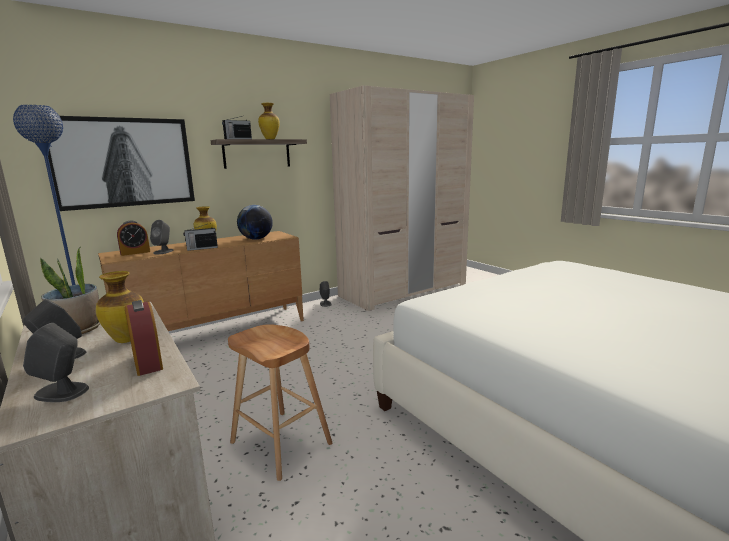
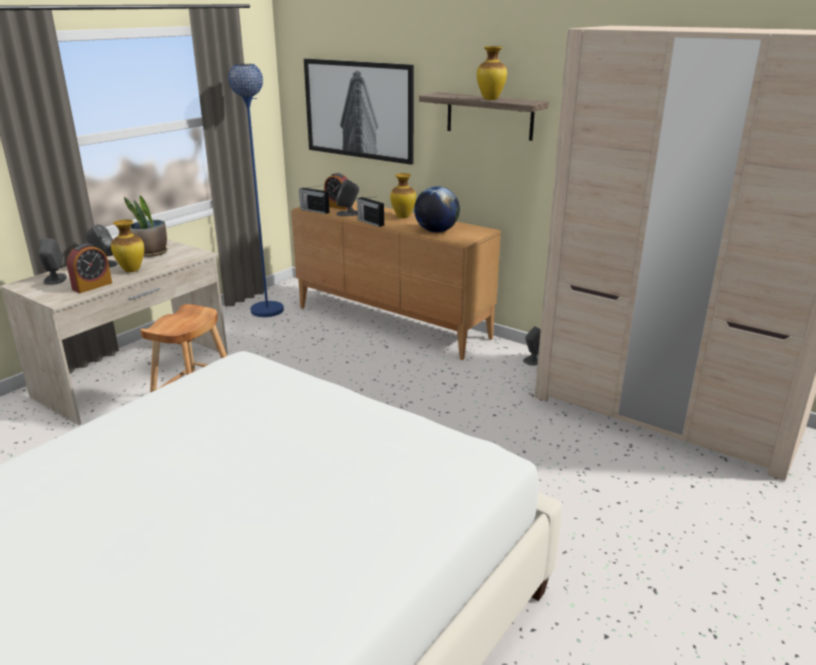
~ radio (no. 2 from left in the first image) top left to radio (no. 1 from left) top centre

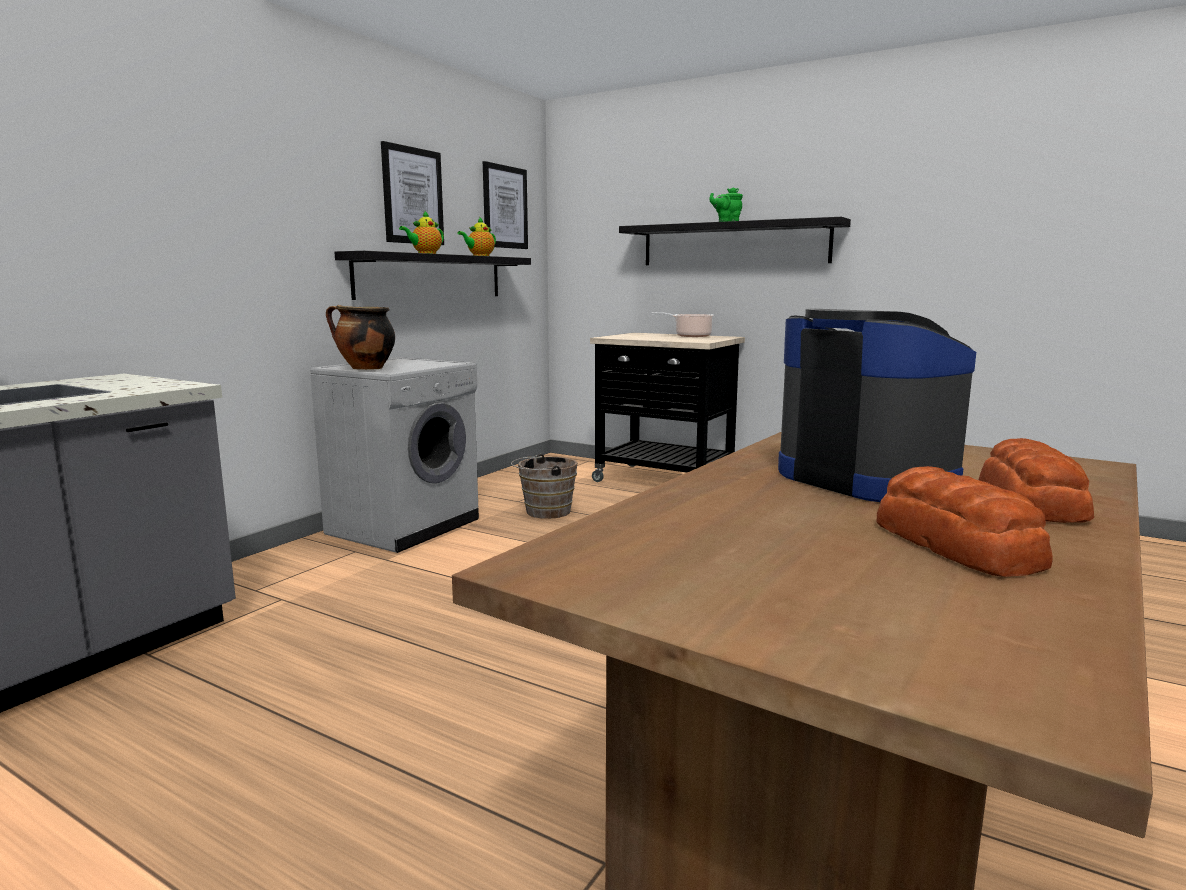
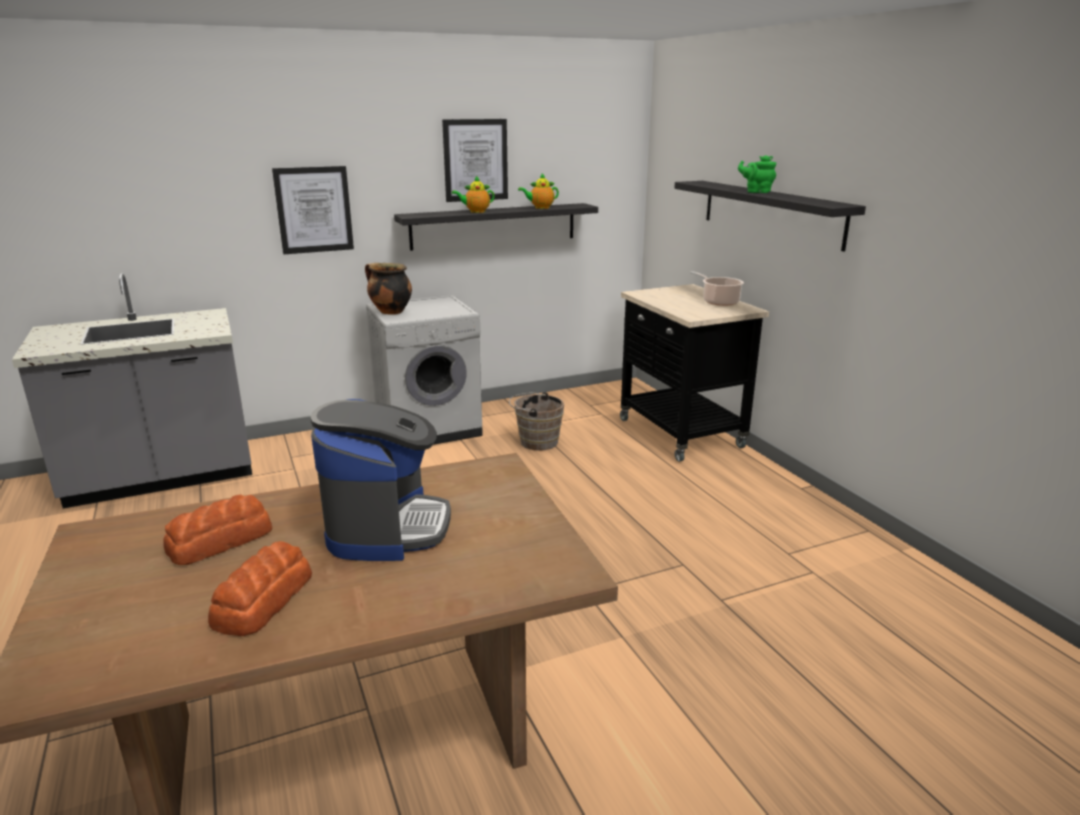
~ baked bread (no. 2 from left in the first image) middle right to baked bread (no. 1 from left) middle left
~ picture (no. 2 from left in the first image) top centre to picture (no. 1 from left) top left

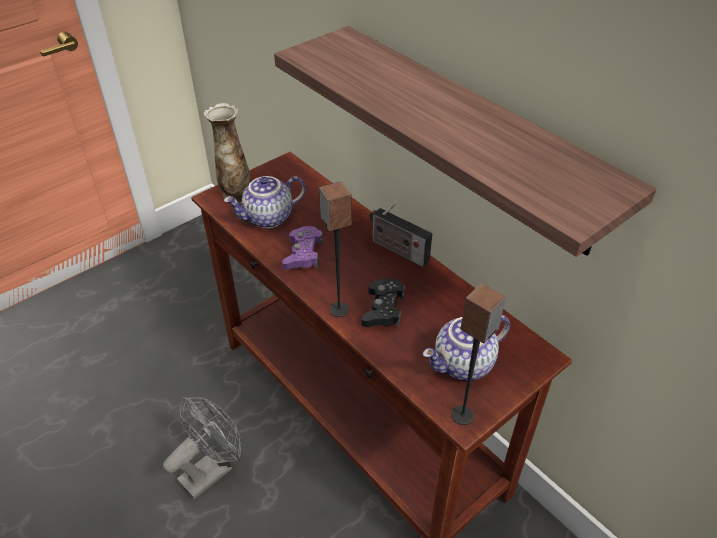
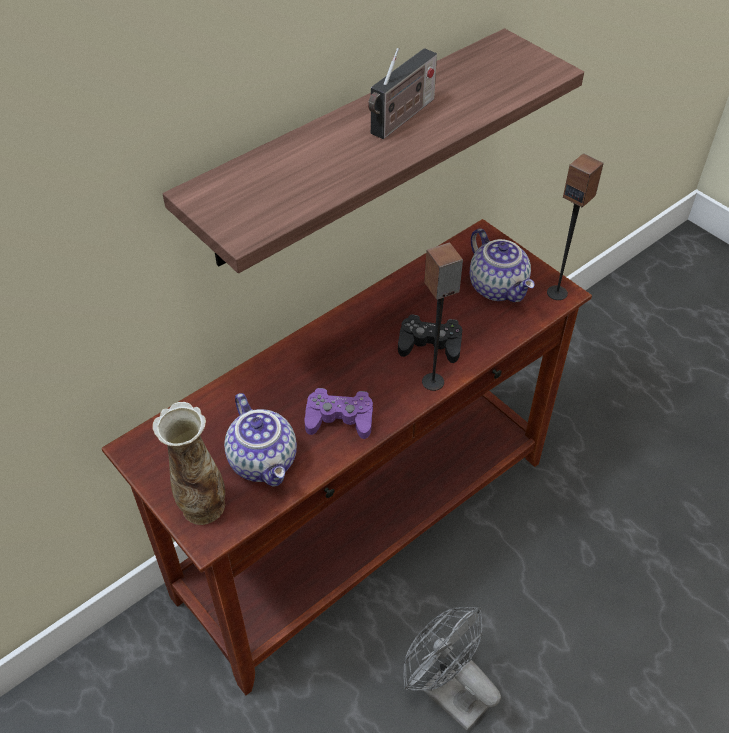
~ radio centre to top centre

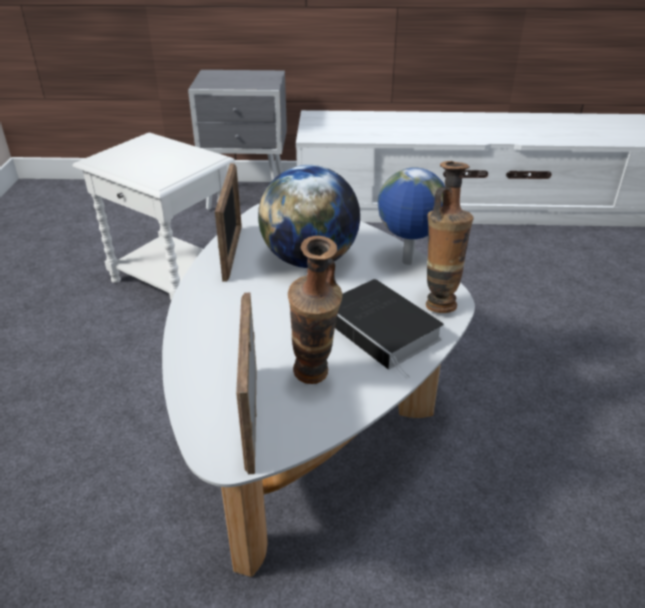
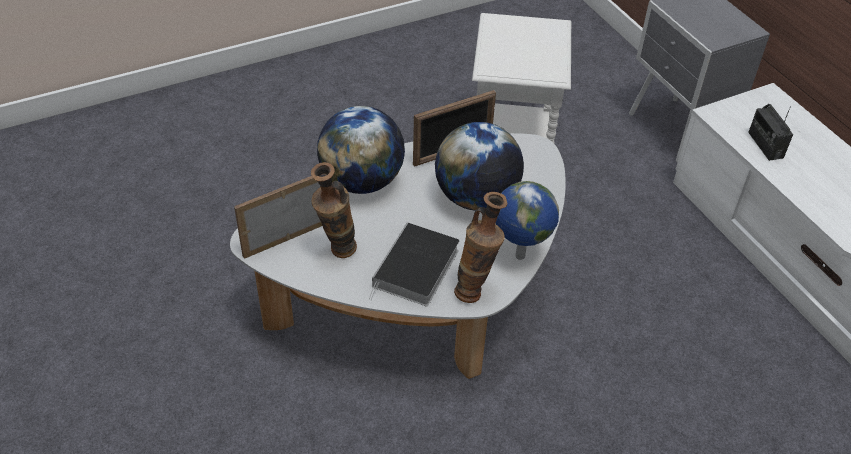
+ world globe (no. 1 from left) top centre
+ radio top right

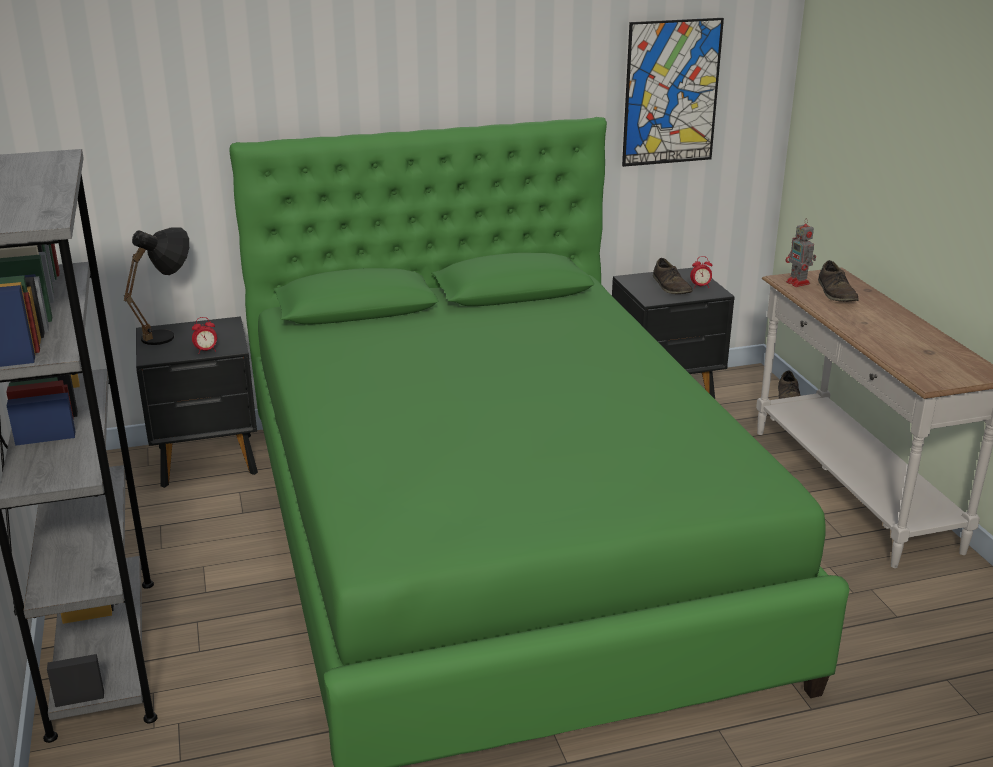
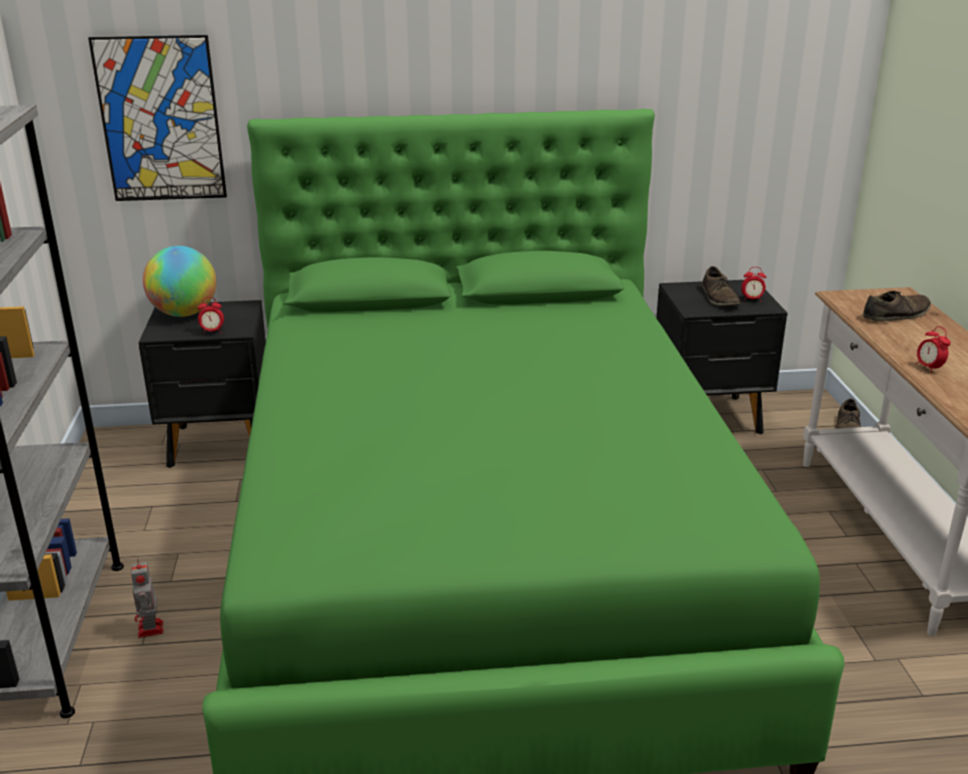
~ picture top right to top left
~ robot figure top right to bottom left
~ blackish lamp for a table middle left to world globe middle left
~ brown shoe (no. 3 from left) middle right = middle right 120 degrees counterclockwise
+ bedside clock (no. 3 from left) middle right

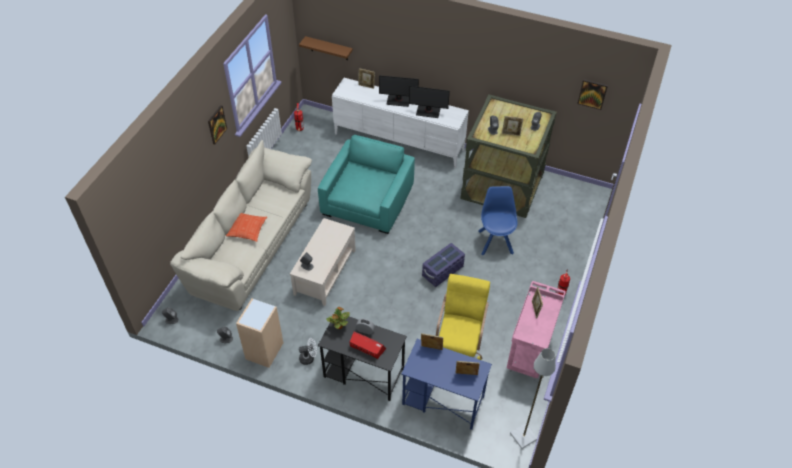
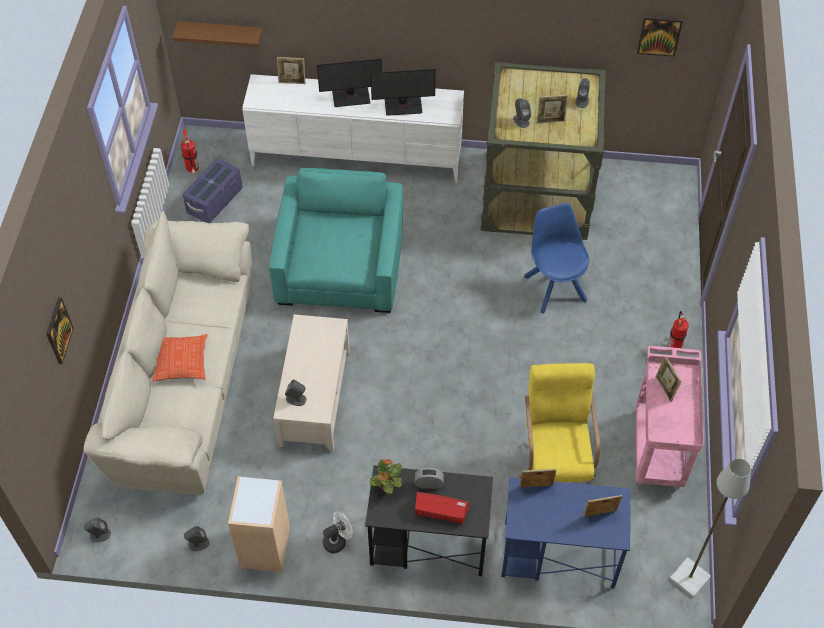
~ picture (no. 1 from left) top left to middle left
~ purple-coloured storage bin centre to top left

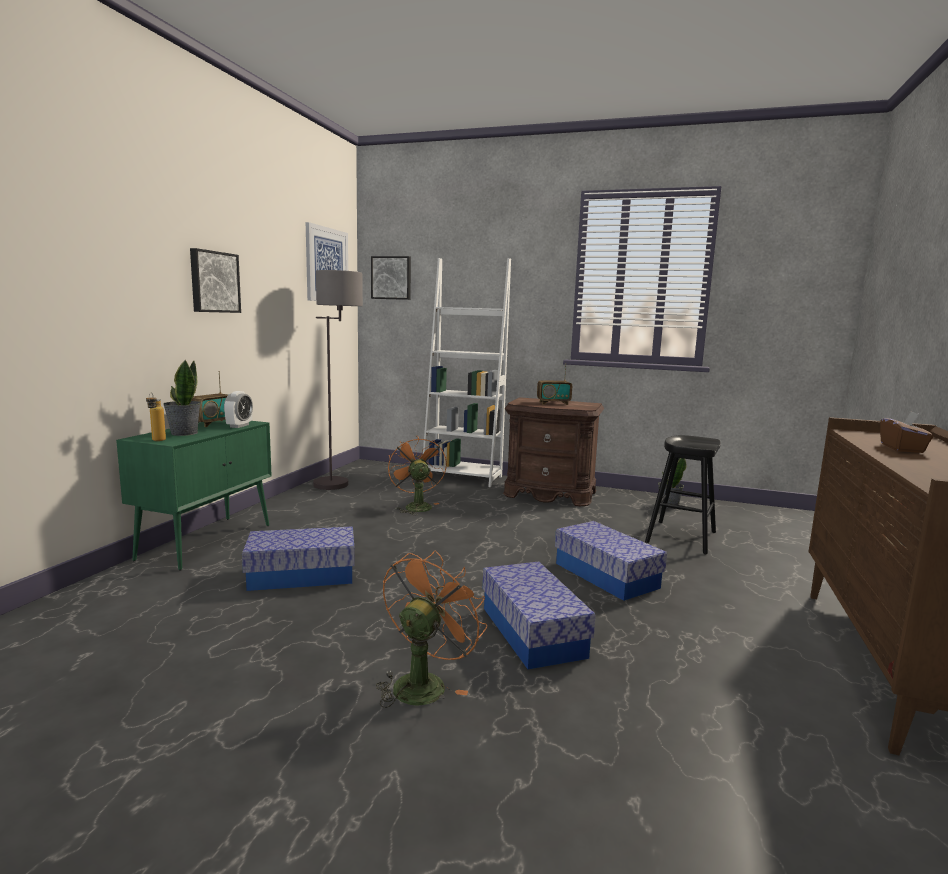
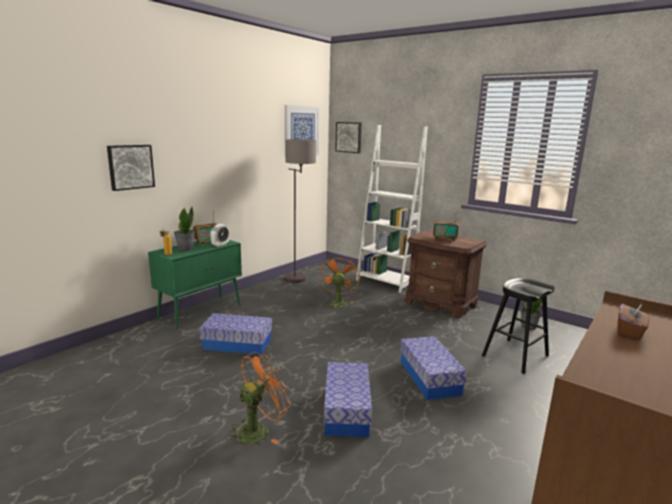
~ picture (no. 1 from left) top left to middle left

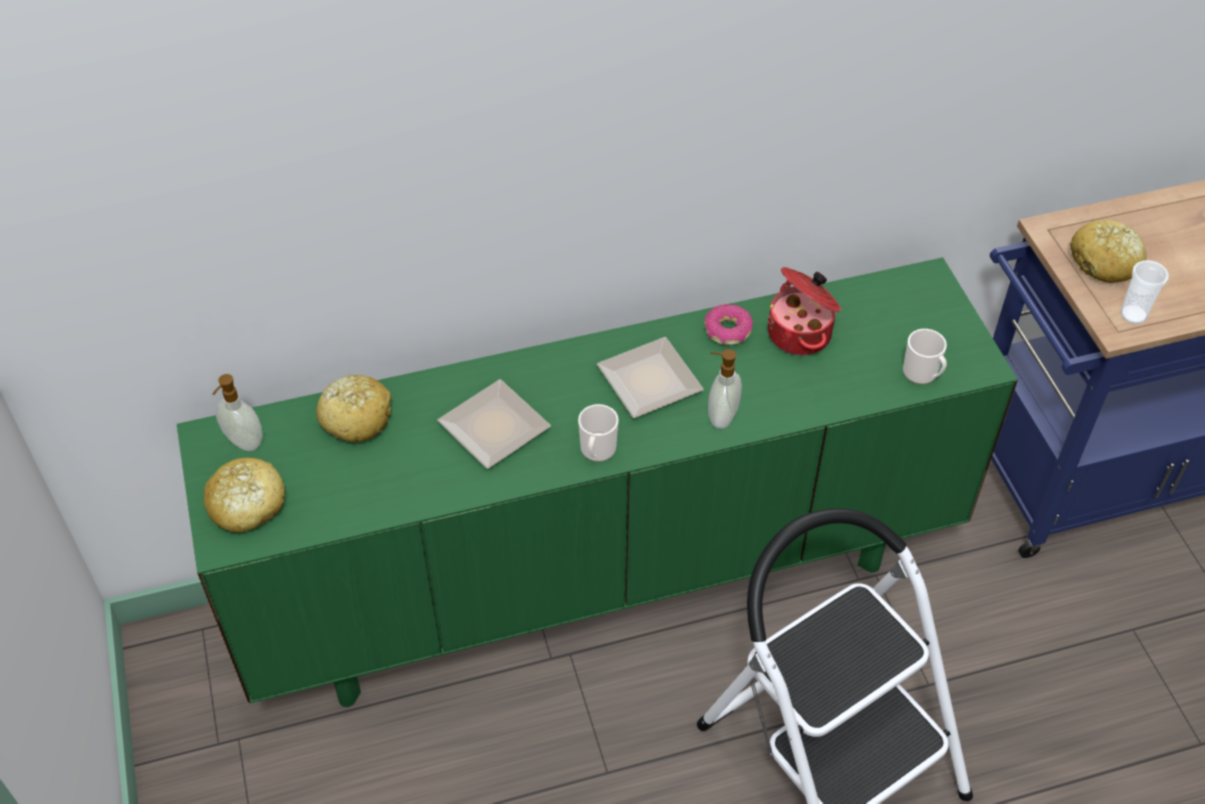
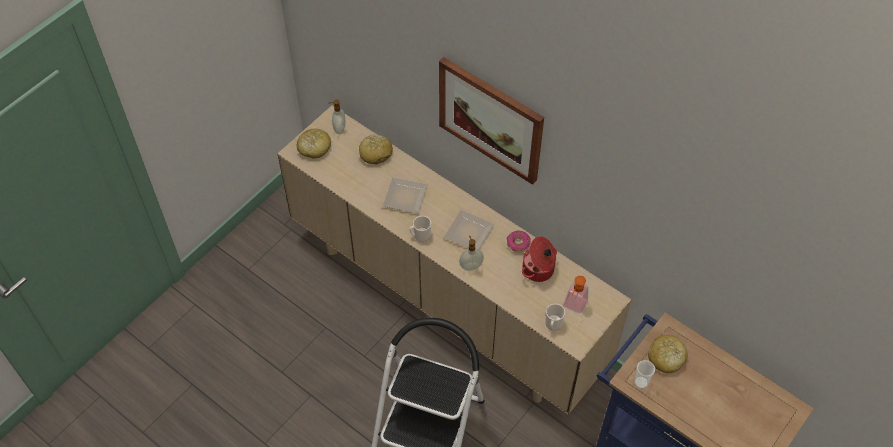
~ green cupboard centre to beige cupboard centre
+ picture top centre
+ soap dispenser (no. 3 from left) centre

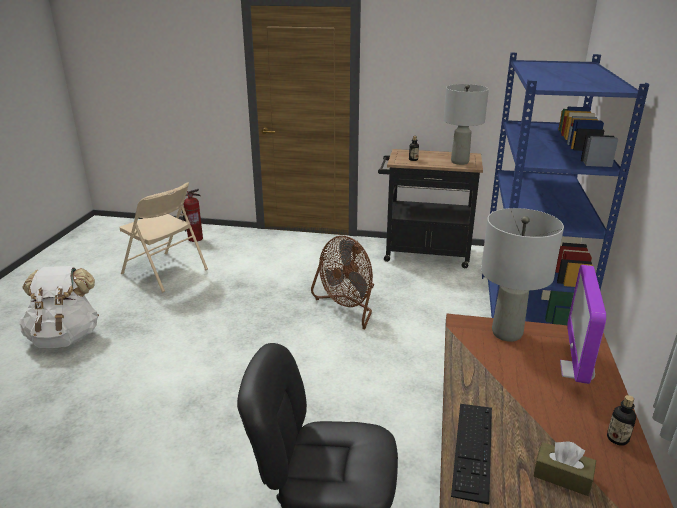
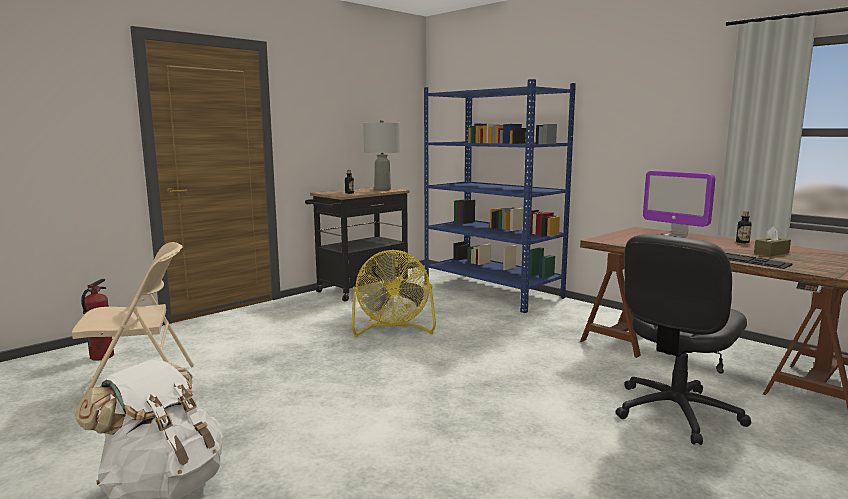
~ brown electric fan centre to yellowish electric fan centre
- grey lamp for a table (no. 2 from left) middle right

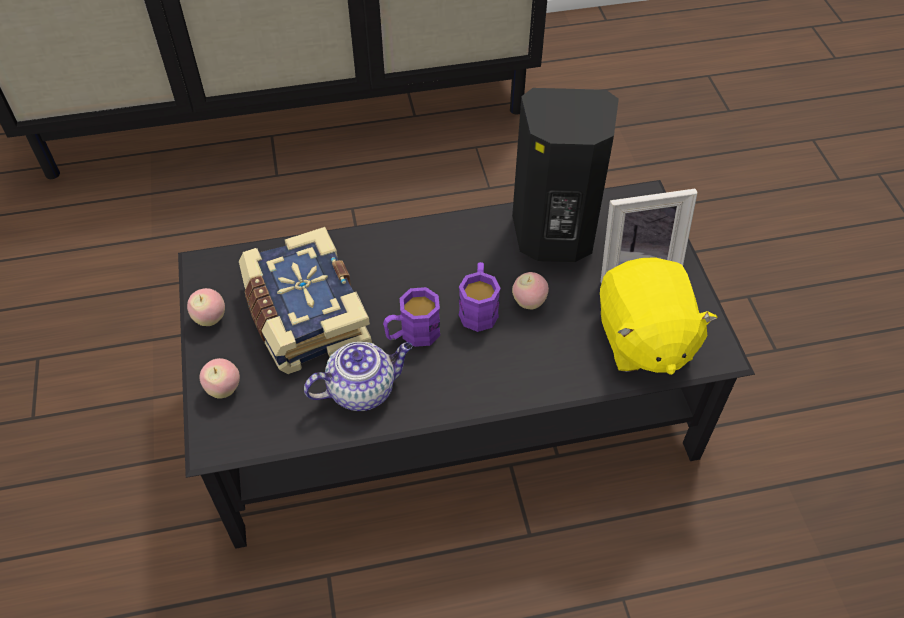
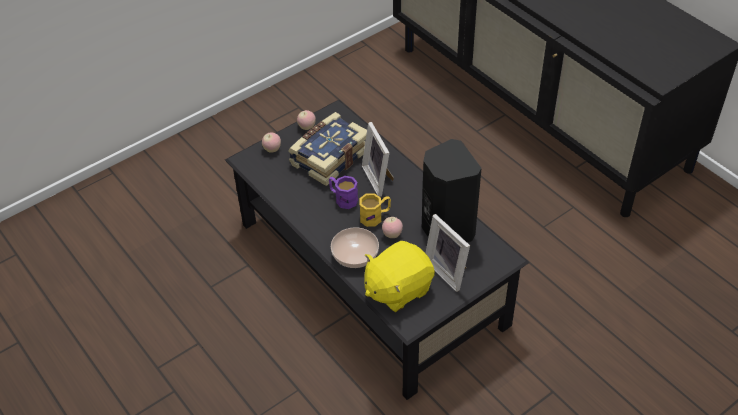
+ bowl centre
~ purple-coloured mug (no. 2 from left) centre to yellowish mug centre
+ standing frame (no. 1 from left) centre
- teapot centre

